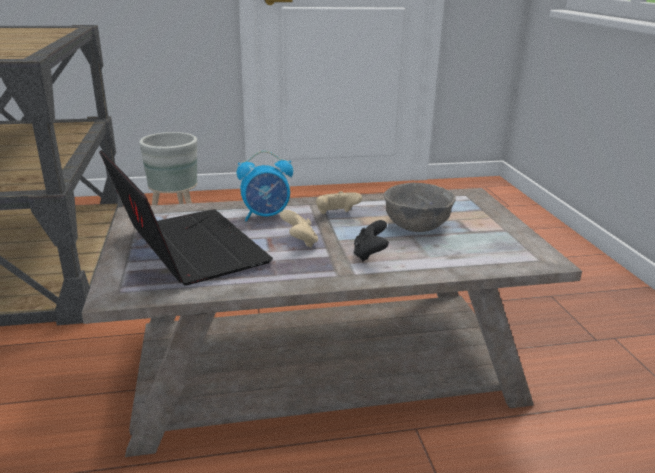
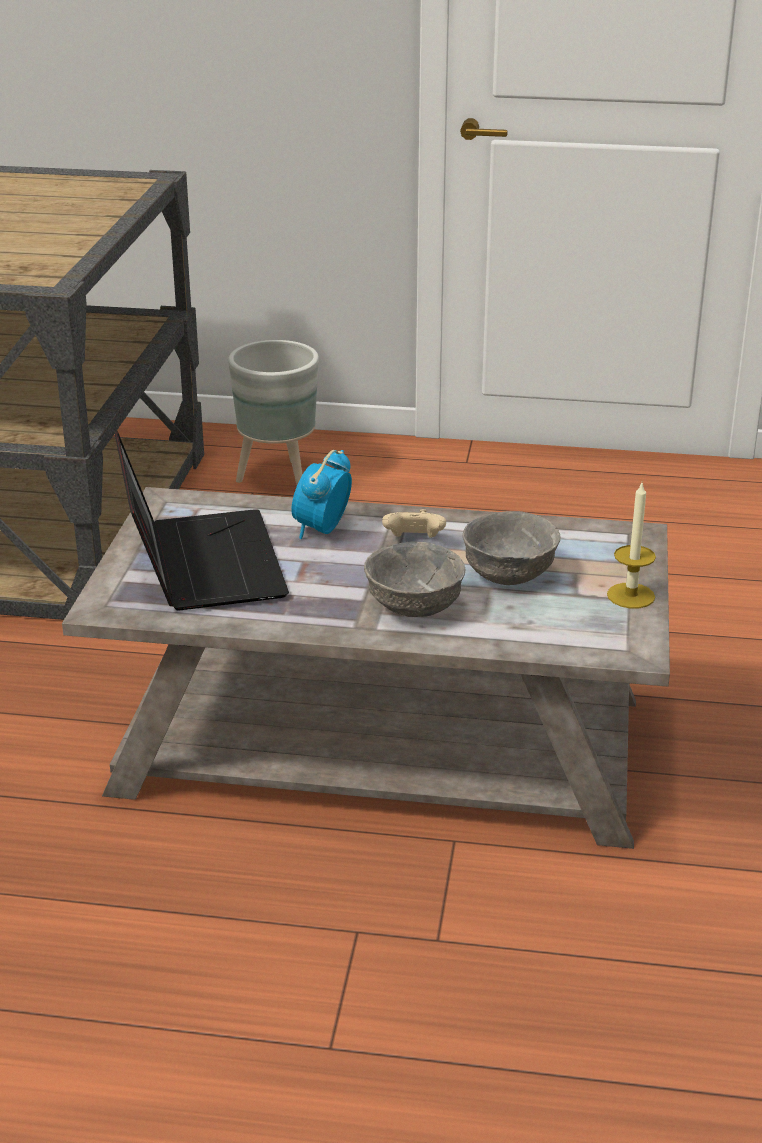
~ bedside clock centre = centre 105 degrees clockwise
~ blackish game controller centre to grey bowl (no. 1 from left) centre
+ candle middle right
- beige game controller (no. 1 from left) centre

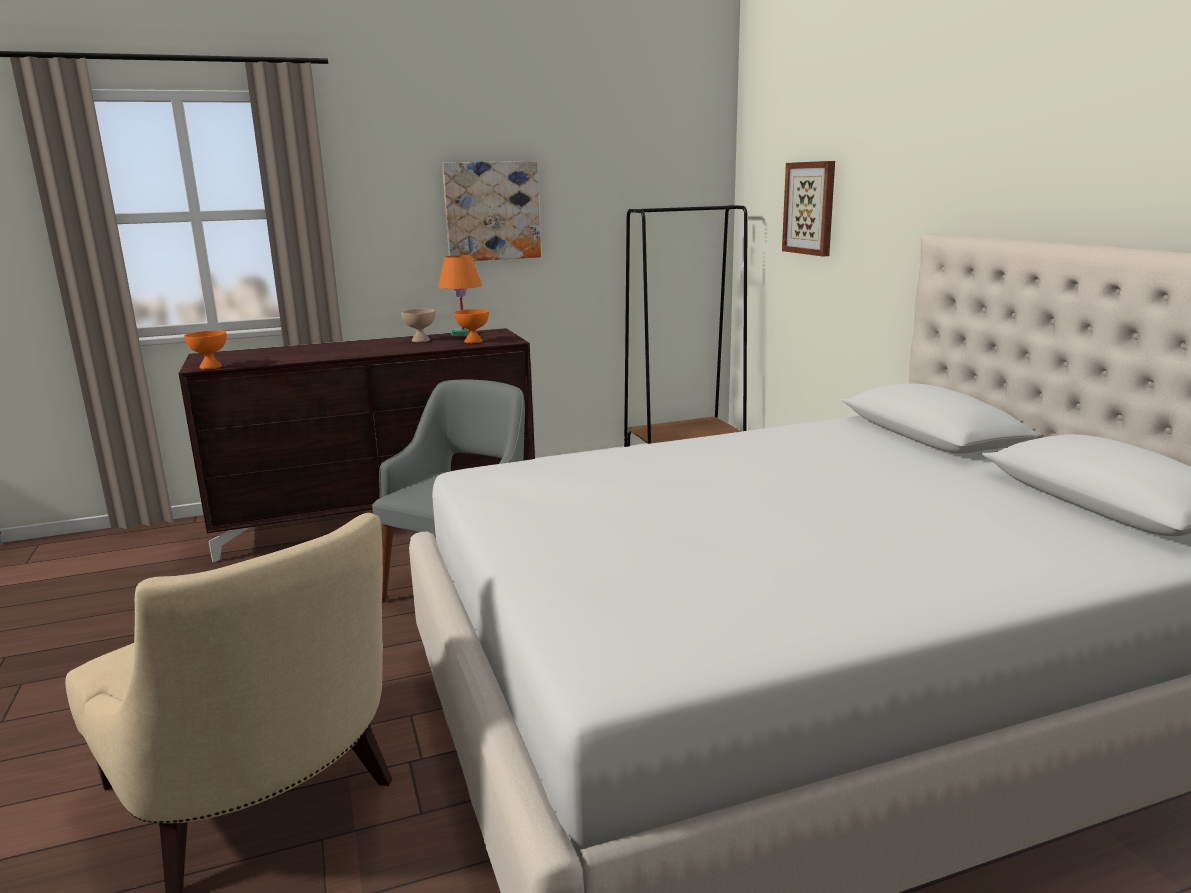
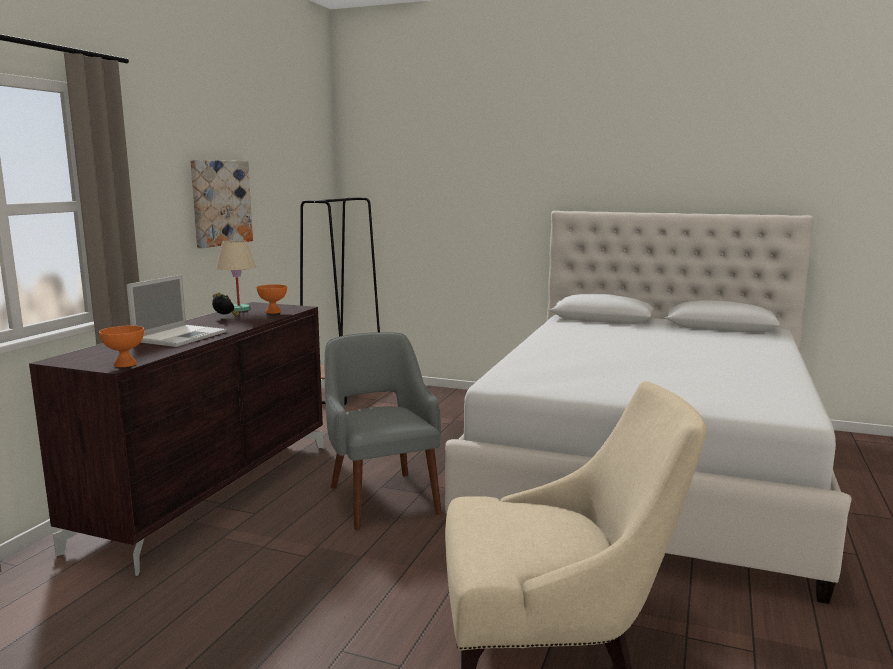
+ portable computer middle left
~ beige bowl centre to bedside clock middle left
~ orangey lamp for a table top centre to beige lamp for a table middle left
- picture (no. 2 from left) top right

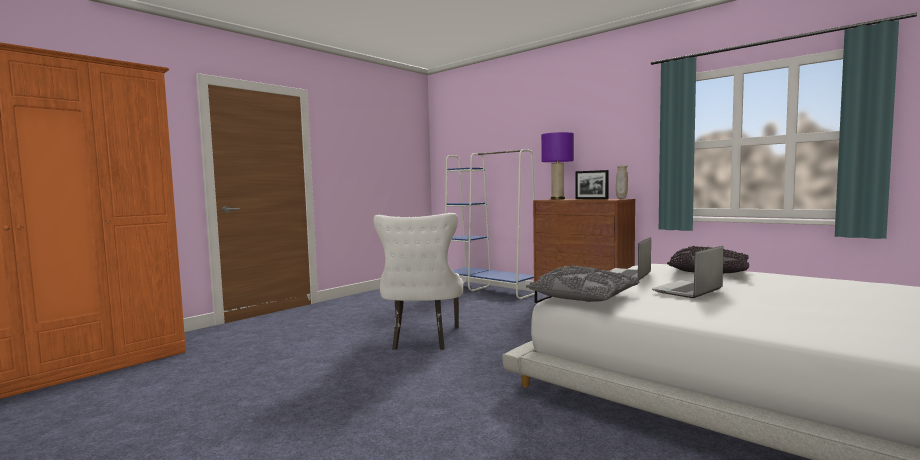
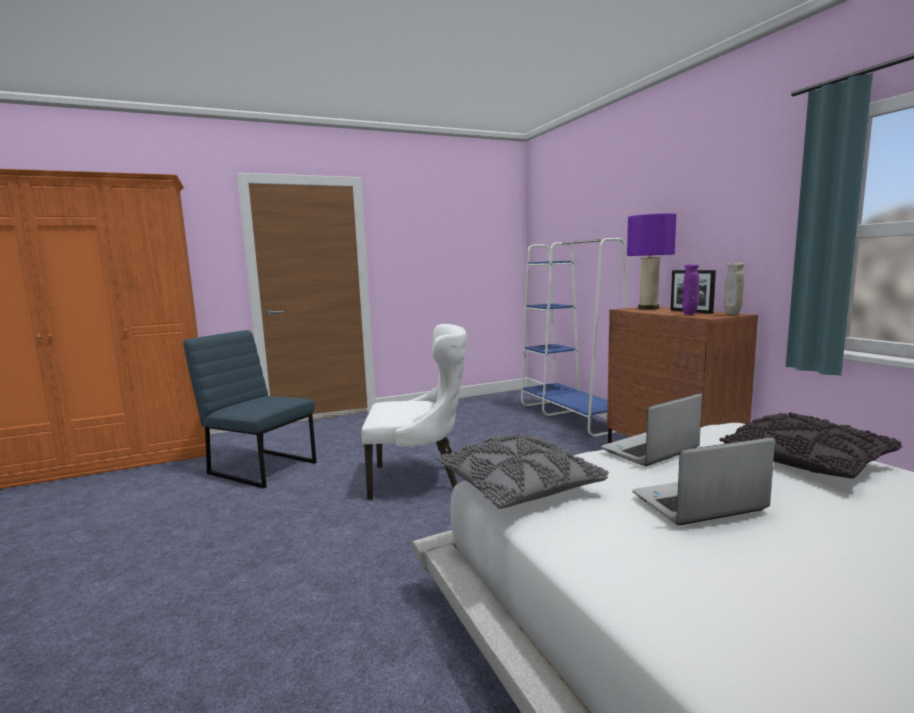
+ blue plain chair middle left
~ whitish plain chair centre = centre 120 degrees counterclockwise
+ purple-coloured vase middle right

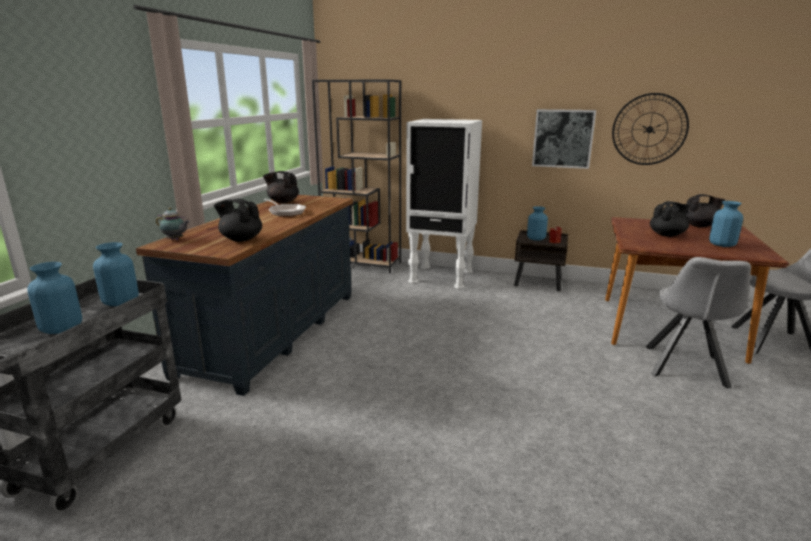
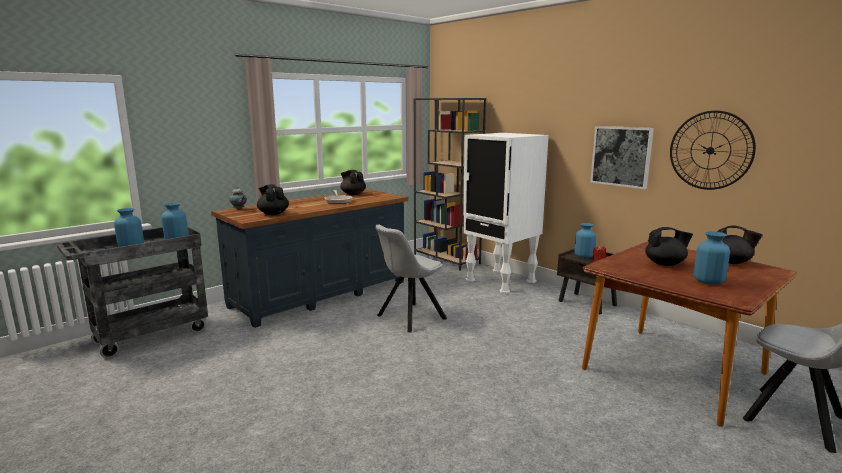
~ grey plain chair (no. 1 from left) middle right to centre

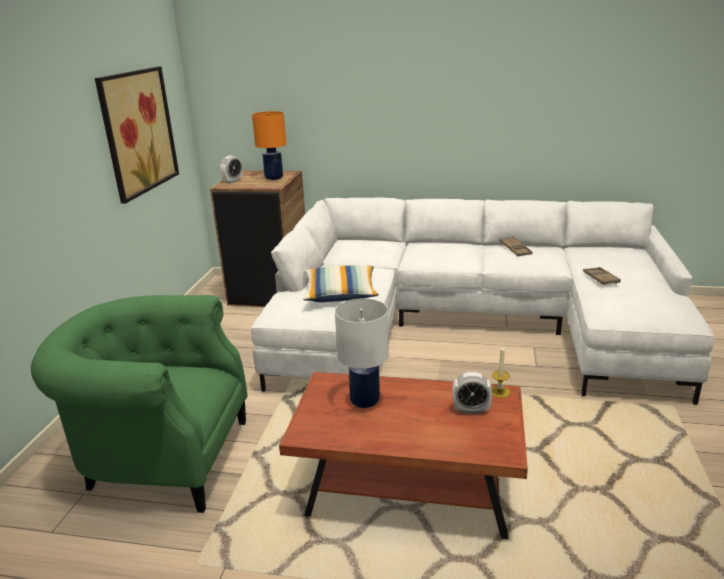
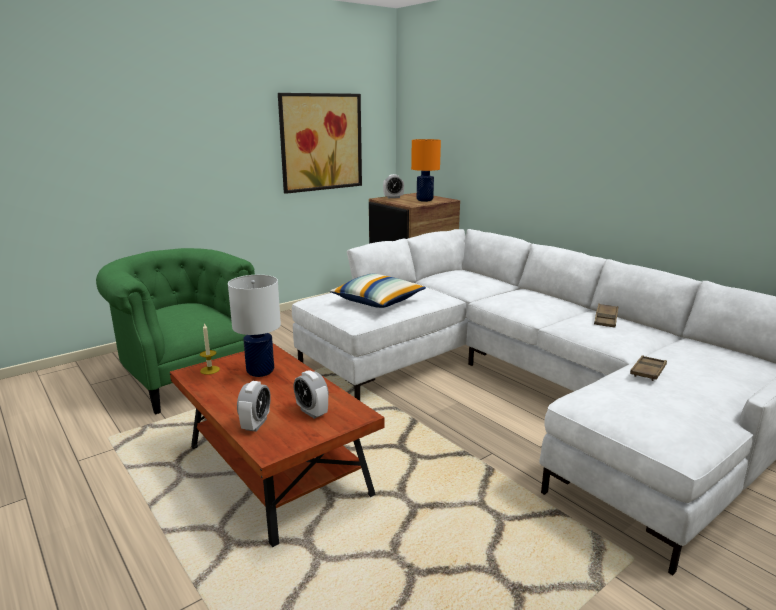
~ candle middle right to middle left
+ bedside clock (no. 1 from left) middle left

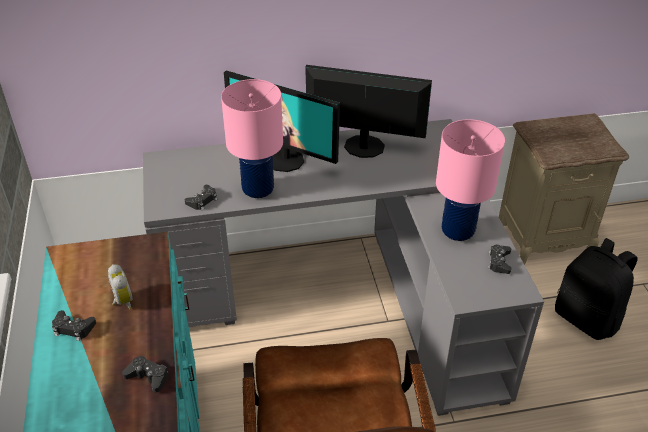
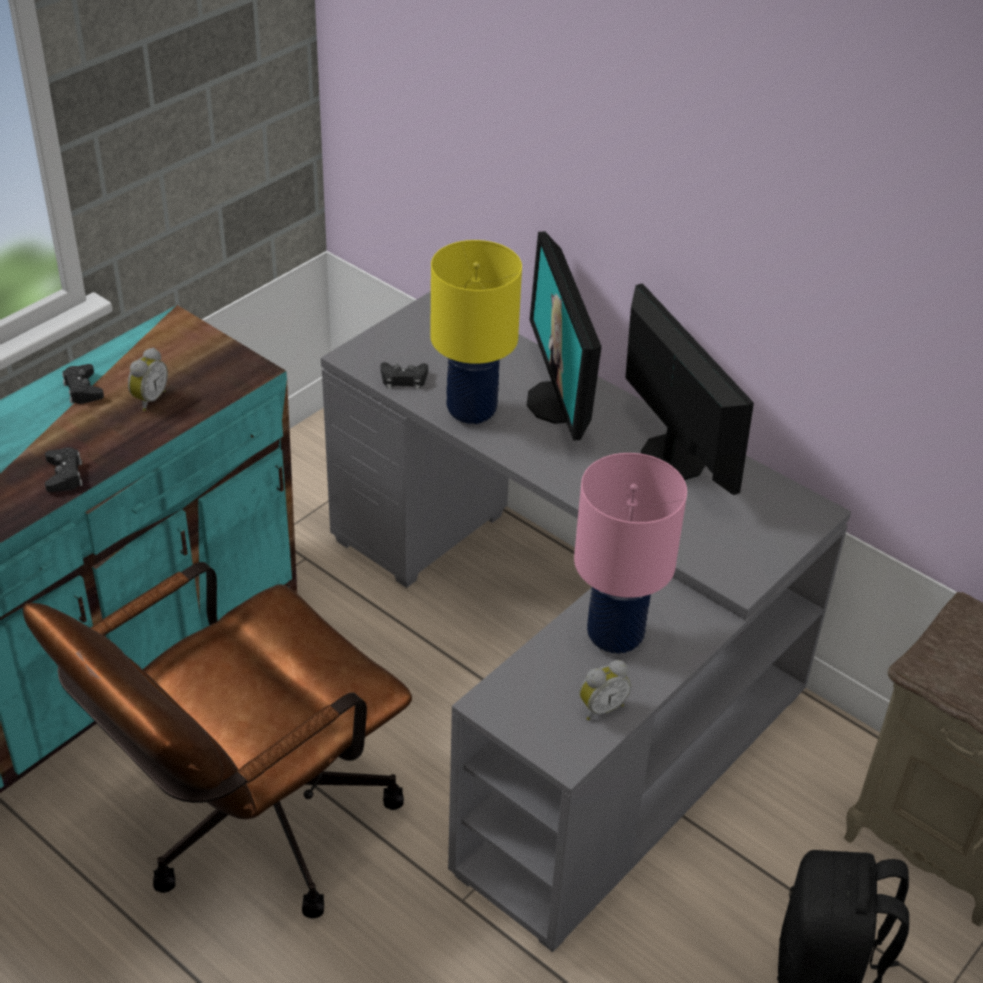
~ pinkish lamp for a table (no. 1 from left) top centre to yellowish lamp for a table centre
~ blackish game controller (no. 4 from left) middle right to bedside clock (no. 2 from left) bottom centre

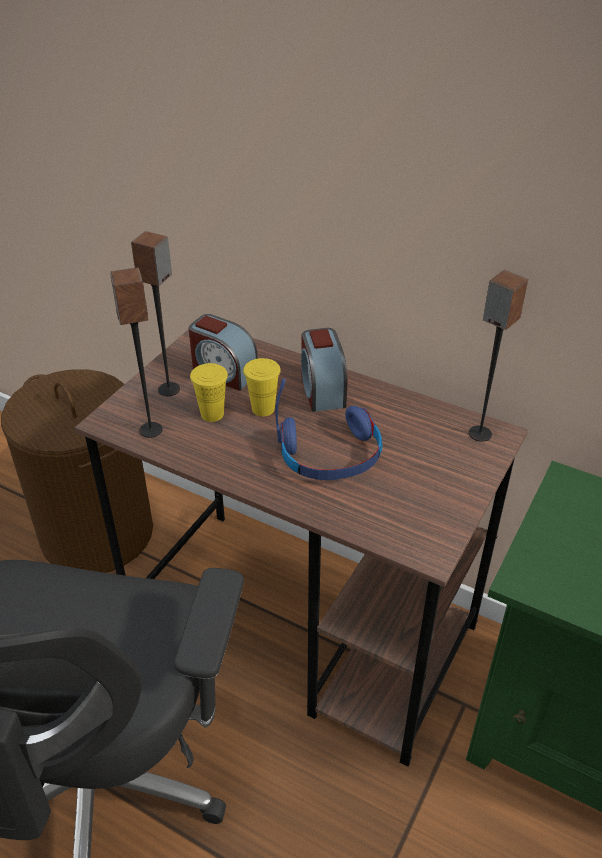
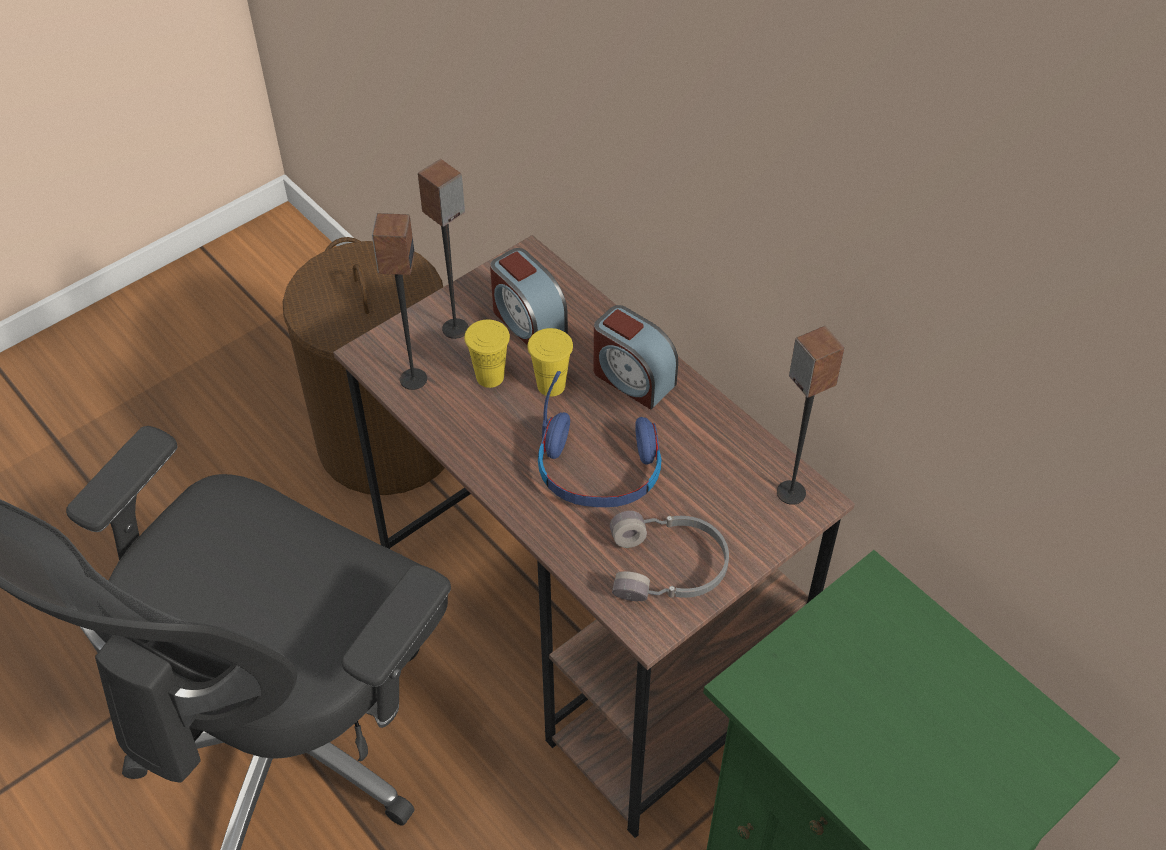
~ bedside clock (no. 2 from left) centre = centre 60 degrees counterclockwise
+ grey headset centre

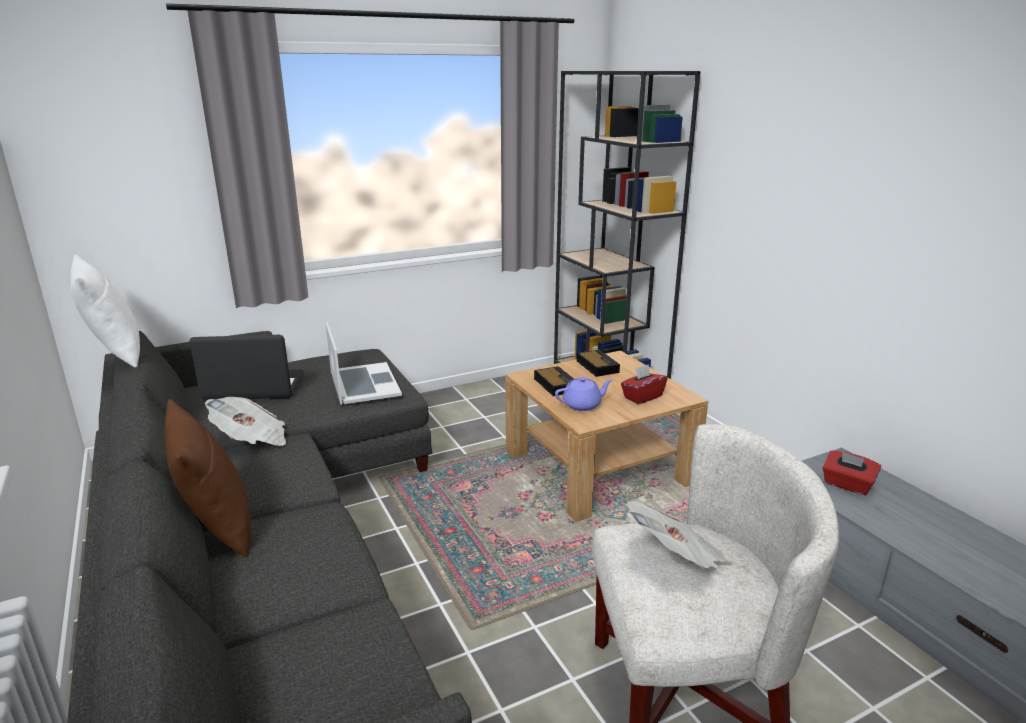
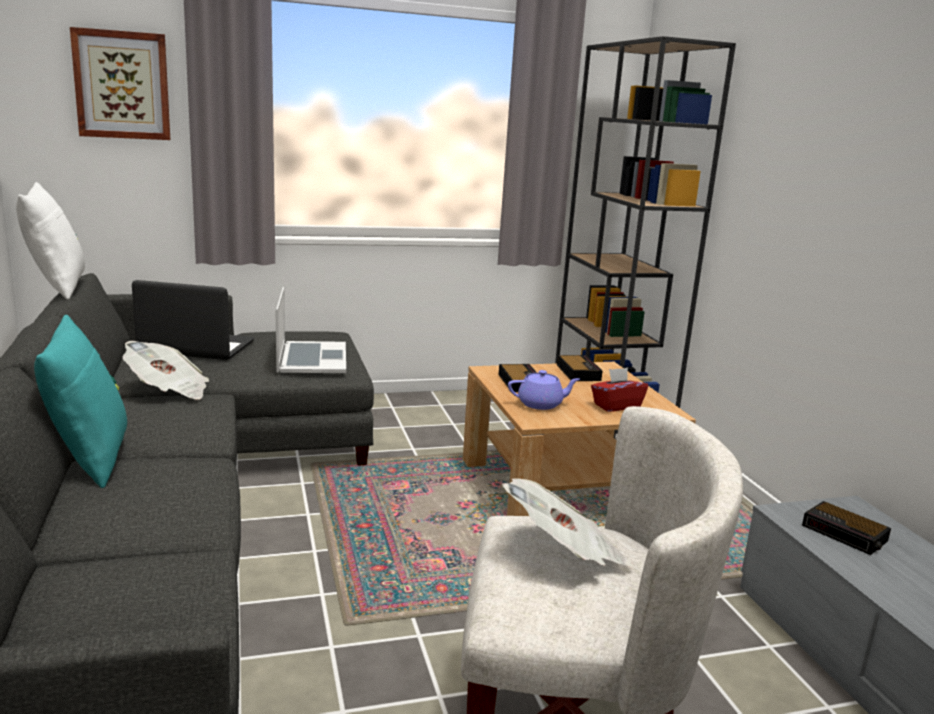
~ brown cushion middle left to turquoise cushion middle left
+ picture top left
~ red tissue holder (no. 2 from left) middle right to bedside clock (no. 3 from left) bottom right

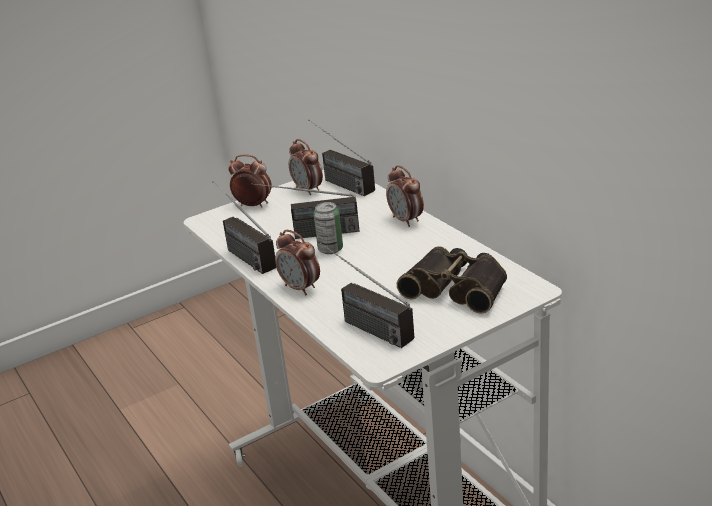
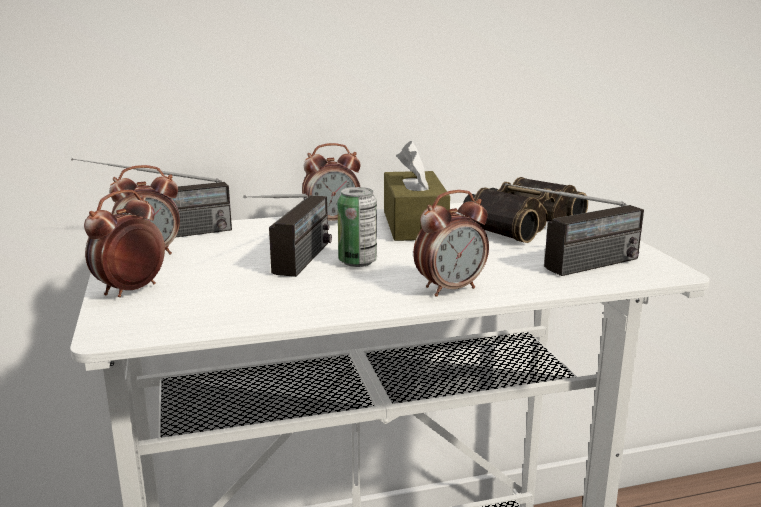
+ brown tissue holder centre
- radio (no. 1 from left) centre

